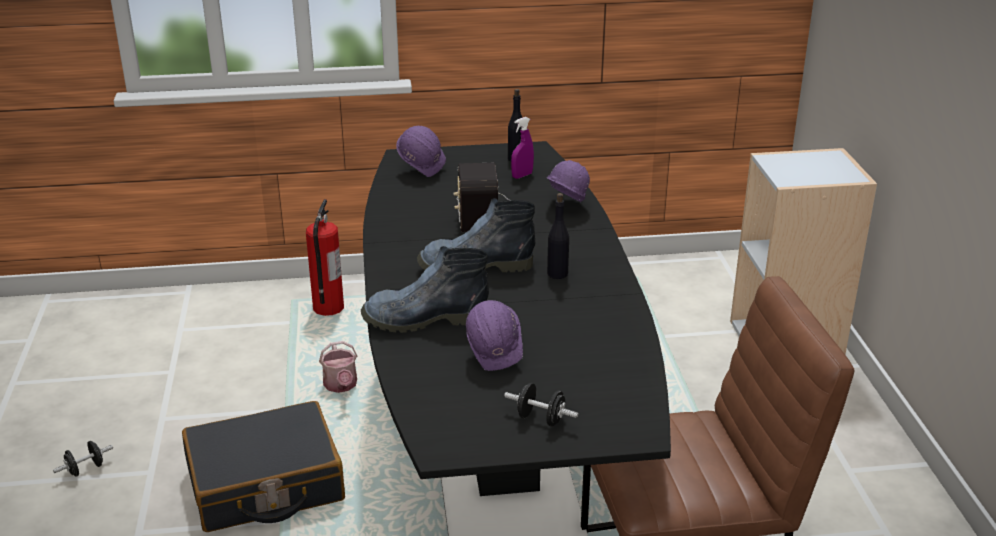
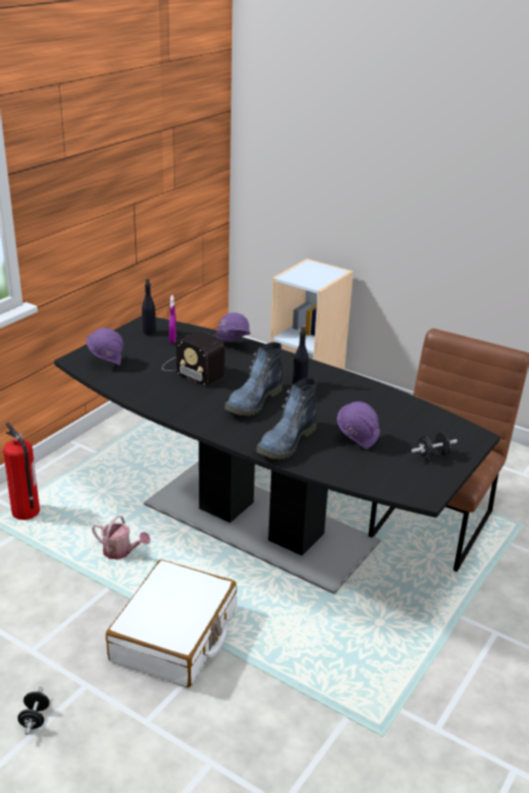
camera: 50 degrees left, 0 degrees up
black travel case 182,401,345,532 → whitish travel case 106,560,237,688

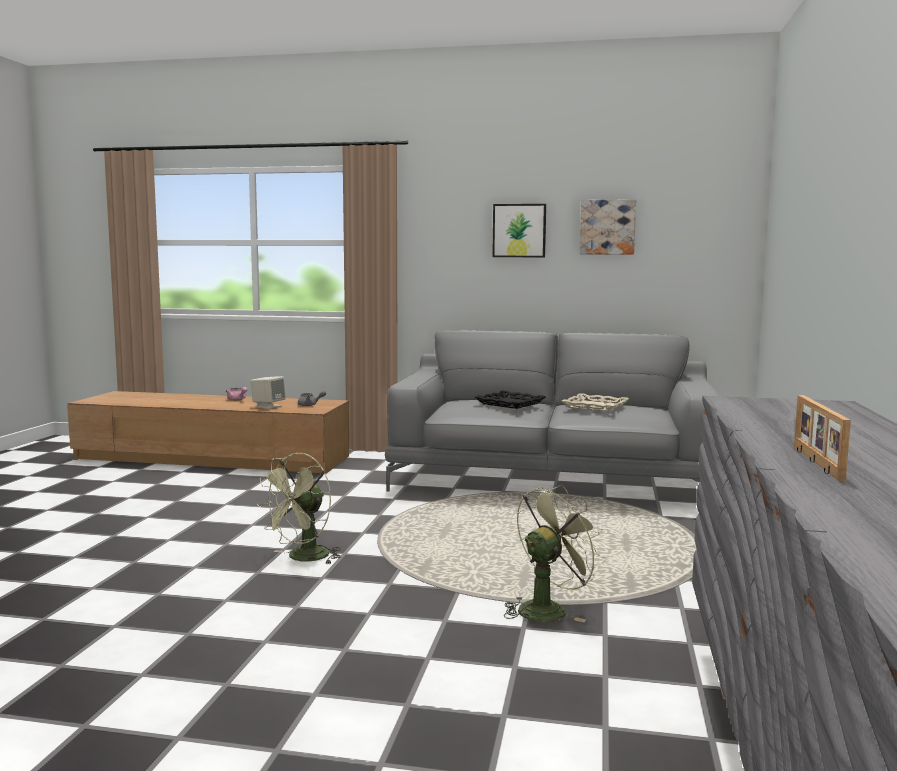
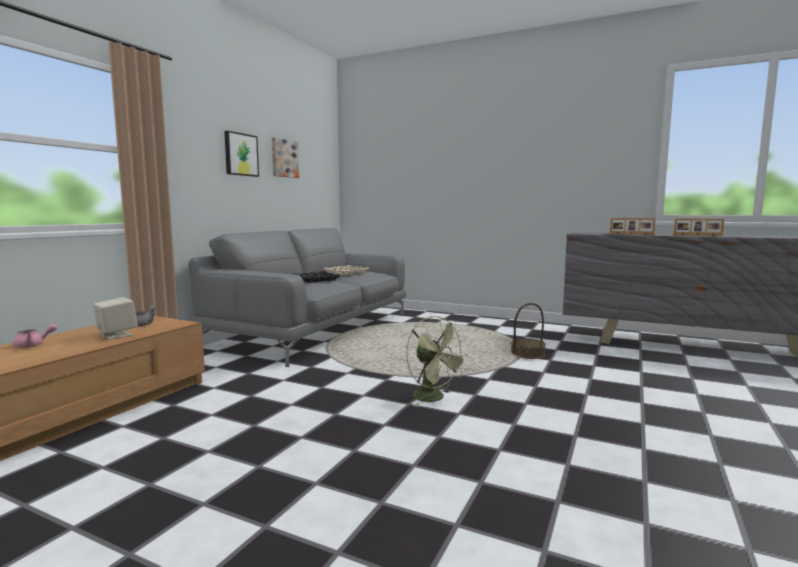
camera: 75 degrees left, 0 degrees up
green cooling fan 504,485,606,622 → storage basket 511,303,546,359
- → picture frame 610,218,655,235

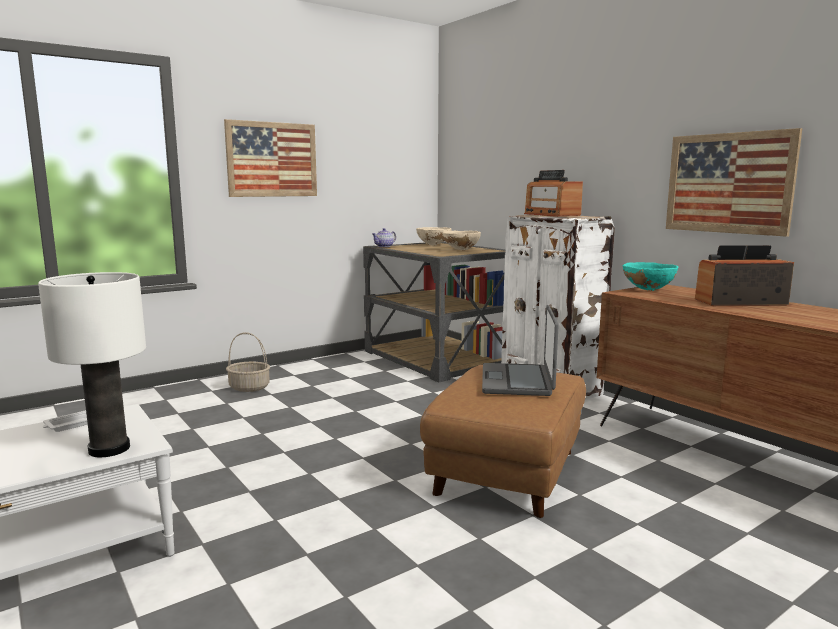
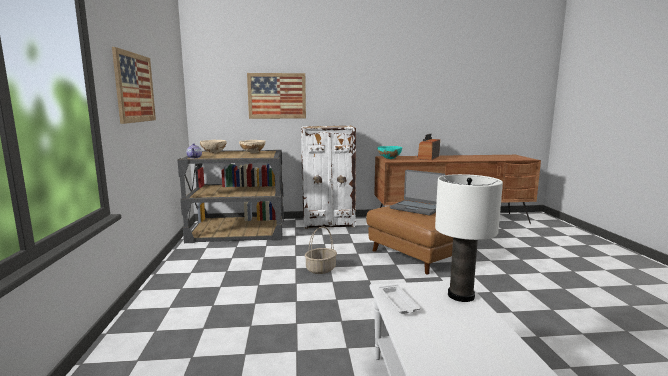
camera: 60 degrees left, 0 degrees up
wall art 666,128,802,237 → wall art 247,73,306,119, shifted
storage basket 226,332,270,392 → storage basket 305,227,337,274, shifted
radio 524,170,583,217 → -

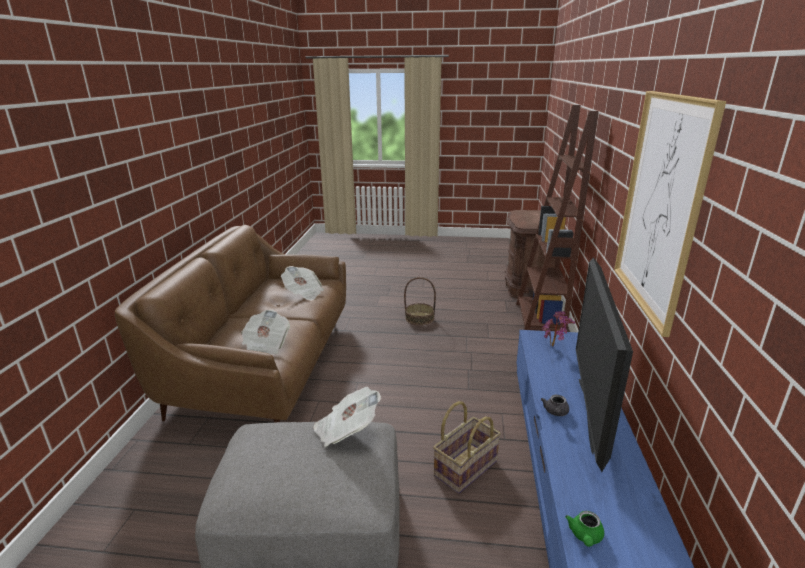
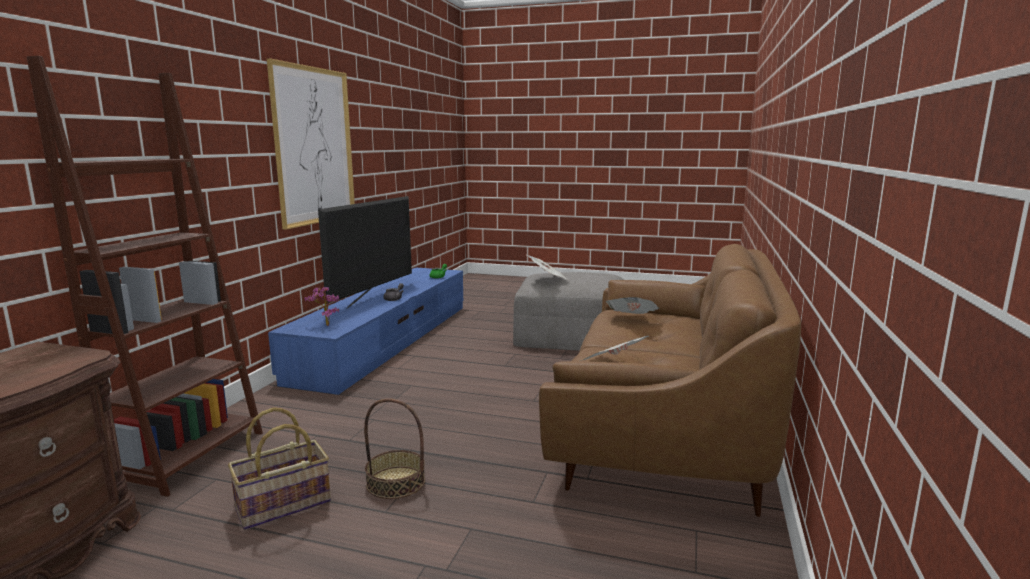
camera: 170 degrees left, 10 degrees down
storage basket 433,401,501,494 → storage basket 228,407,331,530, shifted

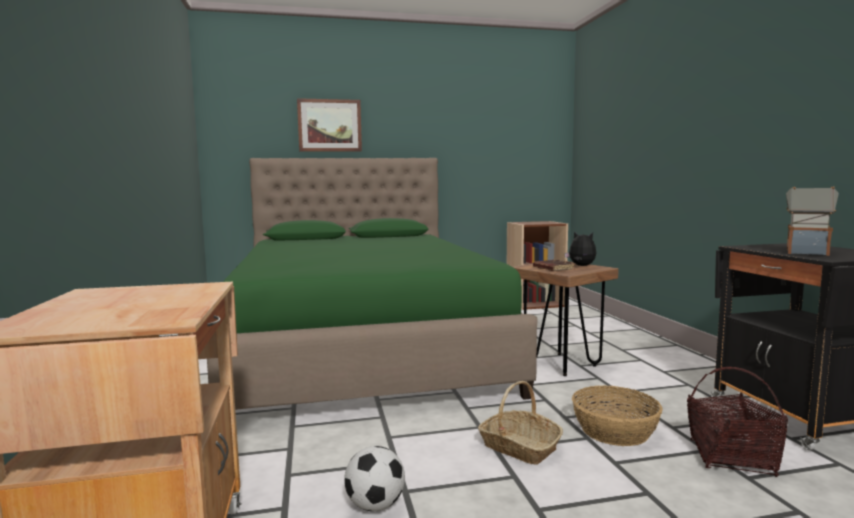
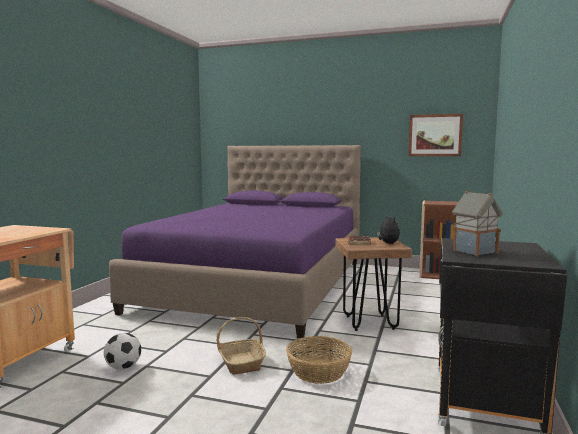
camera: 30 degrees right, 0 degrees up
green sleeping bed 207,158,538,410 → purple-coloured sleeping bed 109,145,361,339
wall art 297,98,362,152 → wall art 408,114,463,156, shifted
storage basket 687,367,788,477 → -

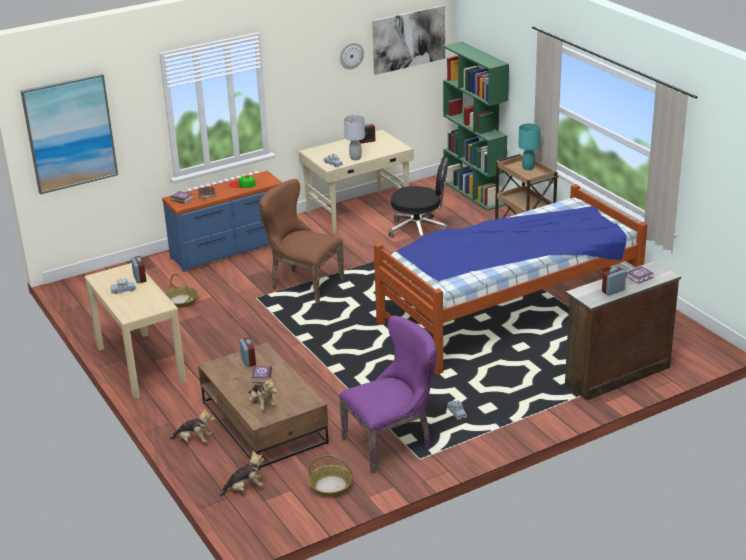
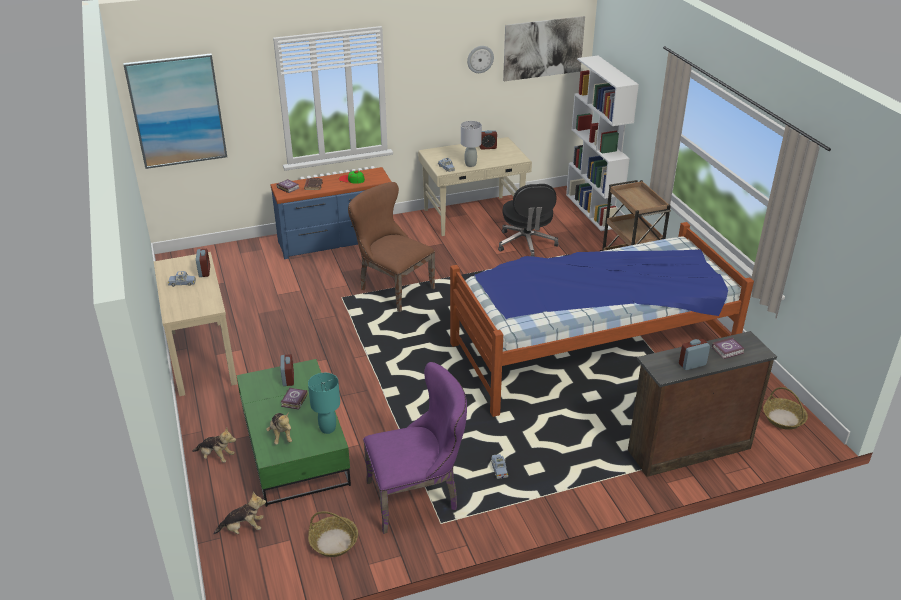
camera: 10 degrees right, 5 degrees up
brown-coloured coffee table 198,343,329,470 → green coffee table 236,359,351,507
turquoise-coloured lamp for a table 518,123,540,170 → turquoise-coloured lamp for a table 308,373,340,434, shifted
black office chair 389,156,450,238 → black office chair 498,184,558,257, 60 degrees clockwise
green bookshelf 443,42,509,211 → whitish bookshelf 566,56,639,231
storage basket 165,274,199,308 → storage basket 763,387,808,430, shifted

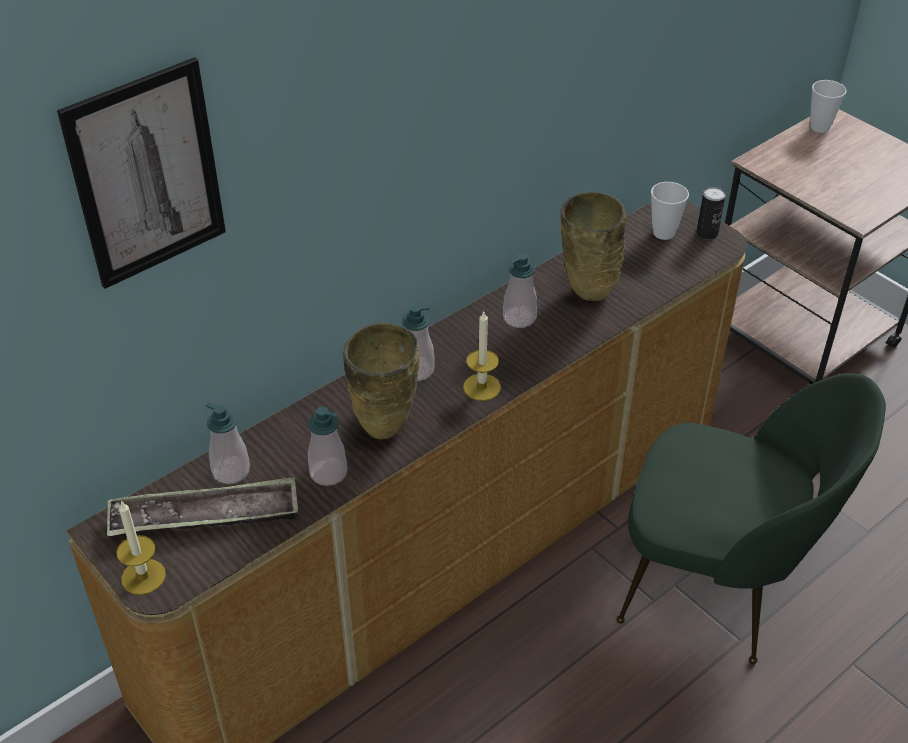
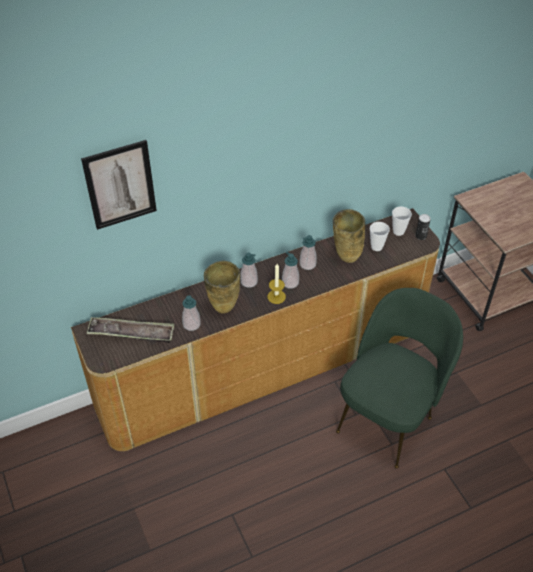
camera: 15 degrees right, 5 degrees up
liquid soap bottle 206,402,250,484 → liquid soap bottle 282,252,299,289, shifted
green plain chair 617,373,886,664 → green plain chair 336,288,463,469, 90 degrees counterclockwise
cup 810,80,847,133 → cup 370,222,390,251, shifted
wax candle 117,500,166,595 → -

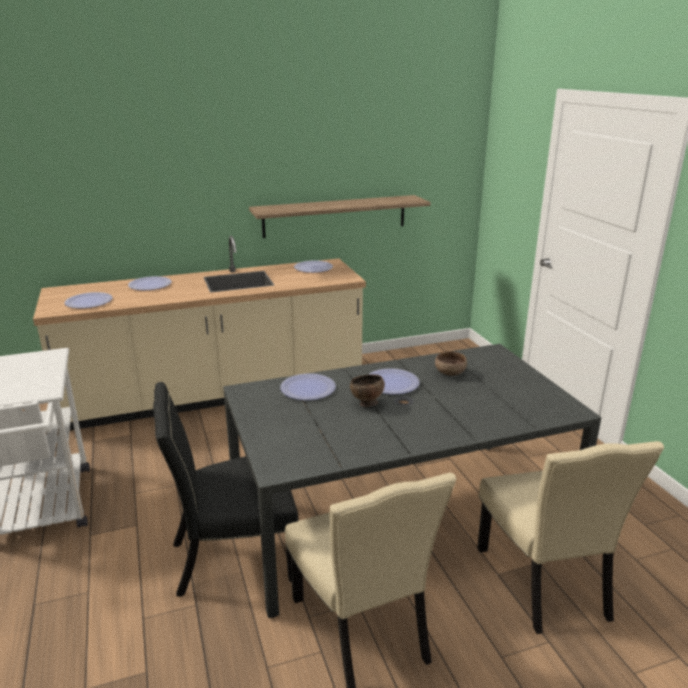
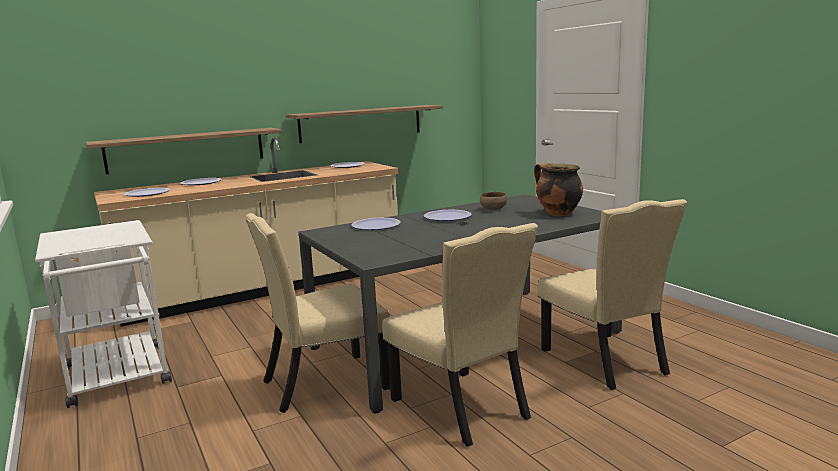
camera: 10 degrees left, 10 degrees down
- → bracket shelf 86,128,282,174
black plain chair 153,382,298,597 → beige-coloured plain chair 246,213,390,413
- → cooking pot 534,163,583,216
brown-coloured serving bowl 350,374,385,407 → -

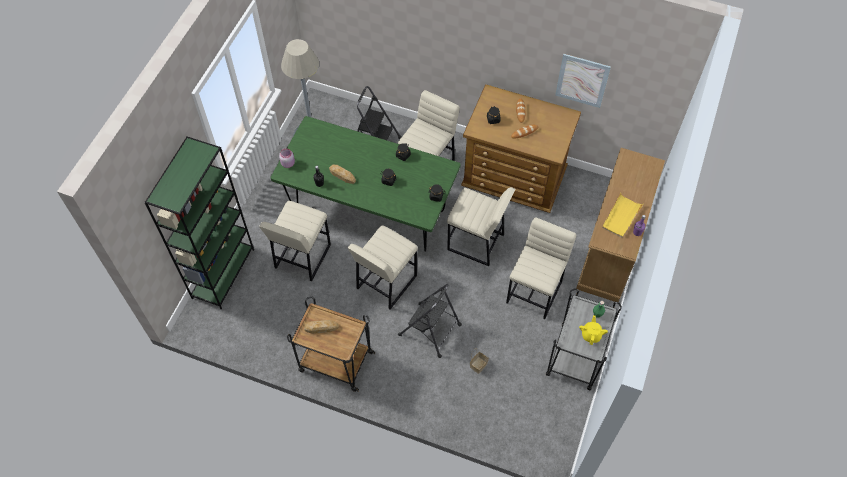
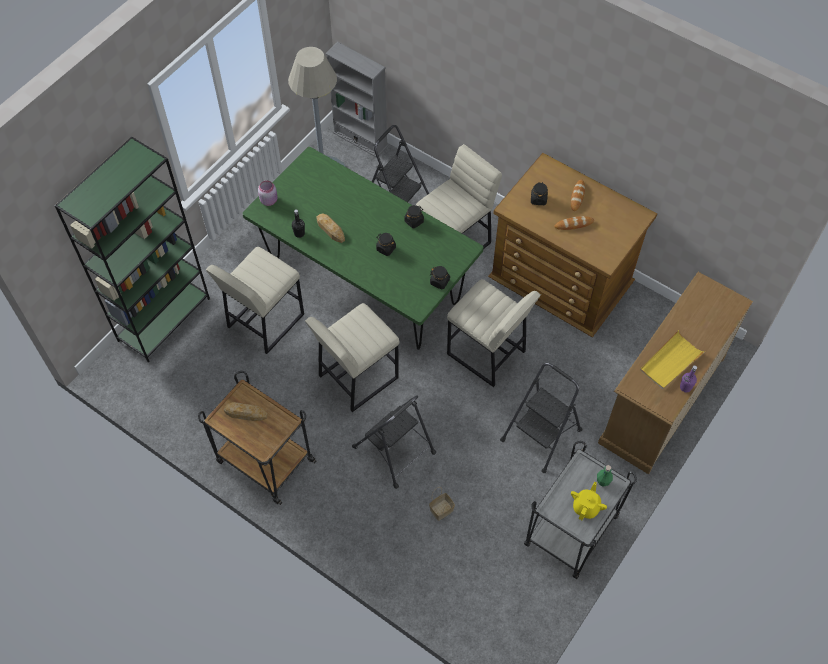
camera: 15 degrees right, 0 degrees up
- → gray bookshelf 325,42,388,158
beige-coloured plain chair 506,217,576,319 → black step stool 500,363,583,473
wall art 555,54,611,108 → -

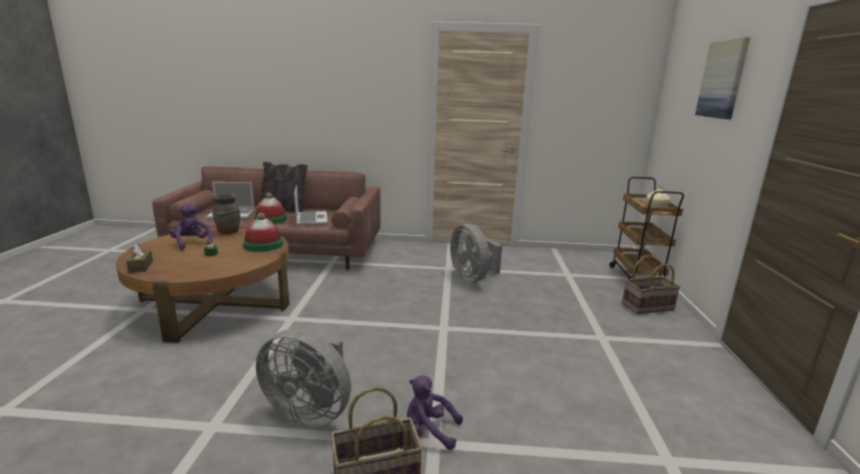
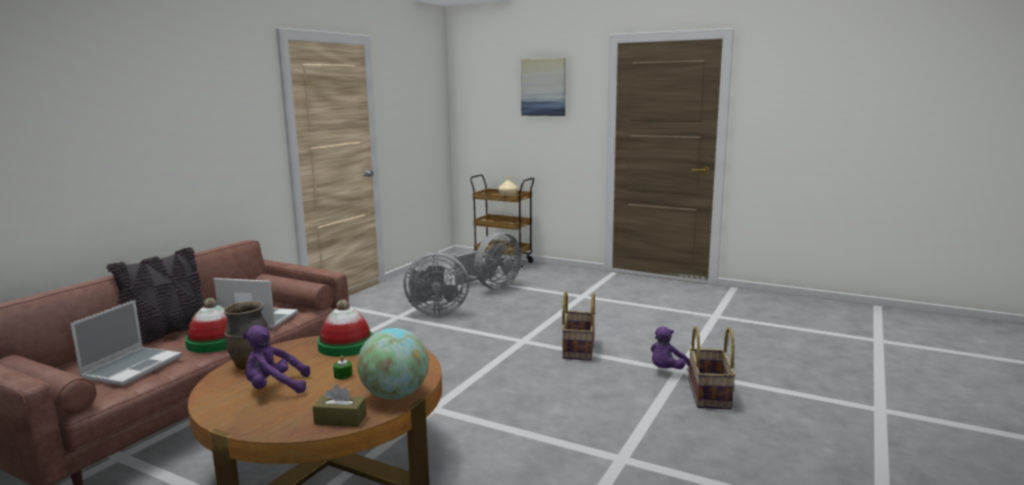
camera: 65 degrees left, 5 degrees down
- → world globe 357,328,429,400
gray cooling fan 256,329,351,427 → gray cooling fan 454,232,522,289, shifted
storage basket 622,255,681,314 → storage basket 562,291,596,361, shifted

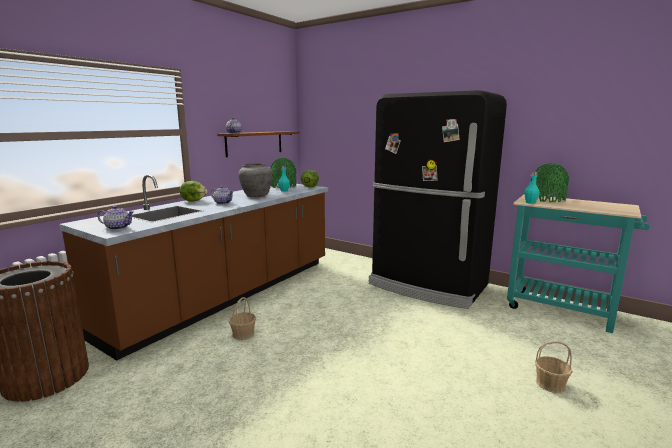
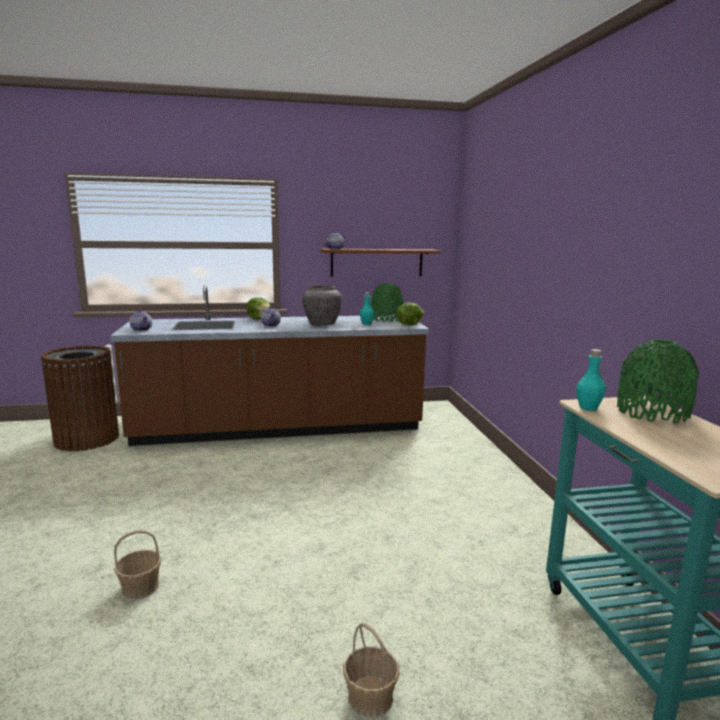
camera: 45 degrees right, 0 degrees up
storage basket 229,297,256,340 → storage basket 114,530,161,599, shifted
black kitchen fridge 369,90,507,309 → -

